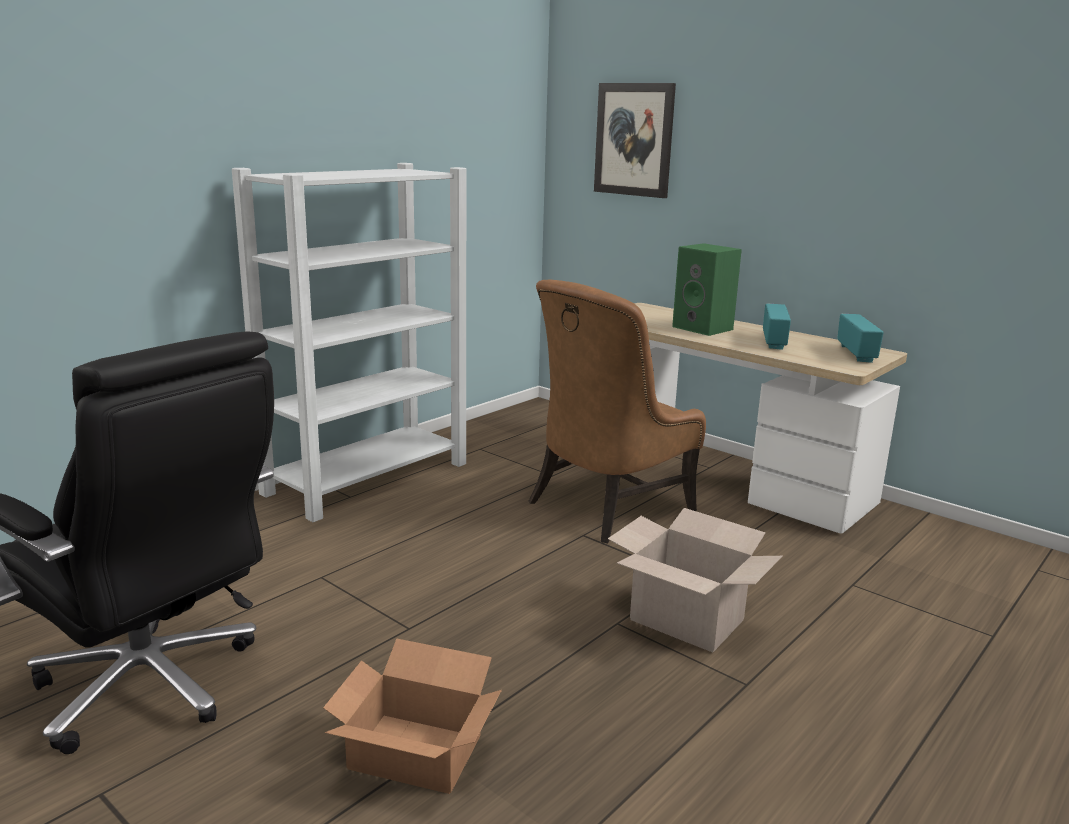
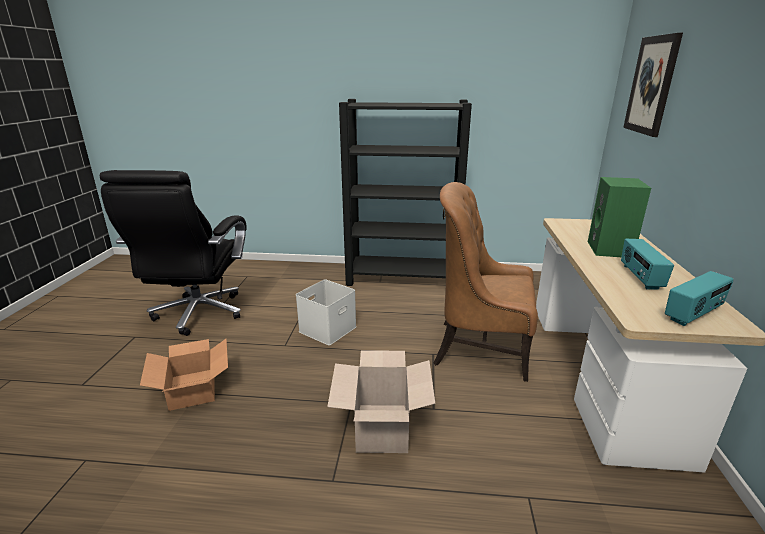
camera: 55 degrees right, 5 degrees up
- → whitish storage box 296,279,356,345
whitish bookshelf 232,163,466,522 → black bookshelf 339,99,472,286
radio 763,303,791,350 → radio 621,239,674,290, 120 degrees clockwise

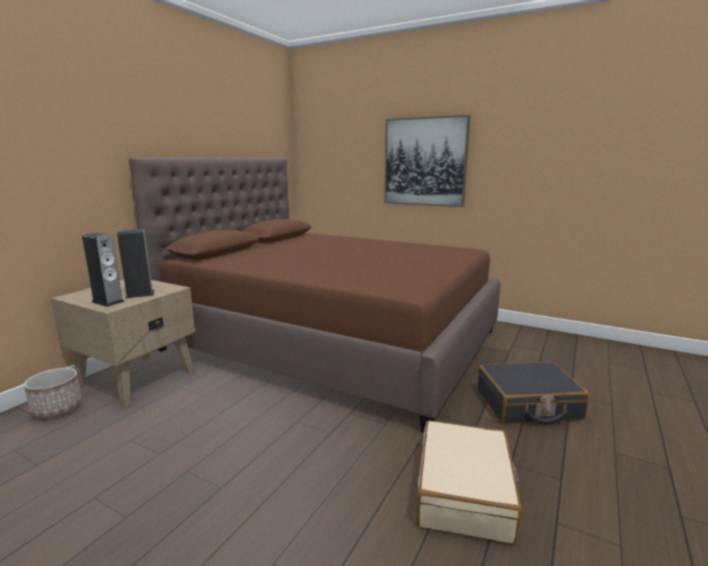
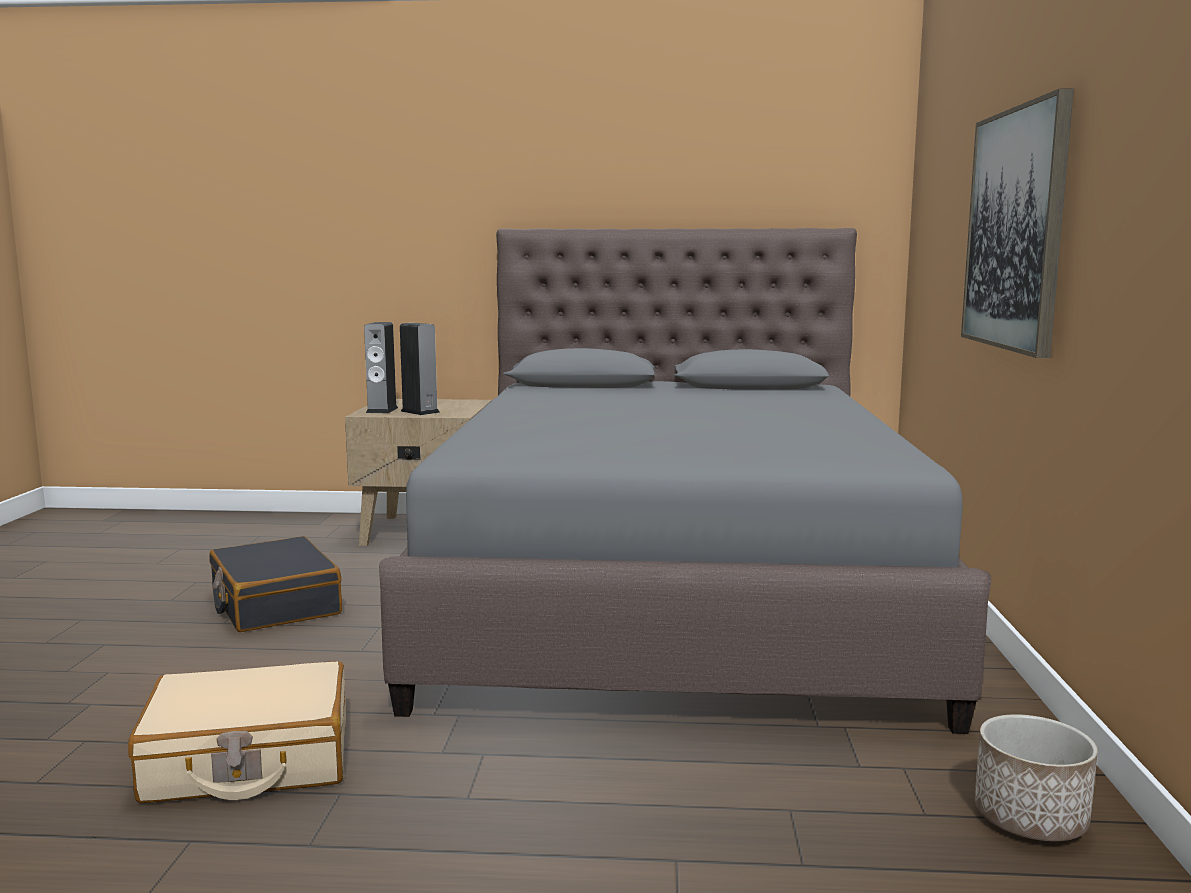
camera: 65 degrees right, 5 degrees down
black travel case 478,362,589,425 → black travel case 209,536,342,632, shifted
brown-coloured sleeping bed 129,157,500,433 → gray sleeping bed 379,228,991,734
flower pot 24,368,82,419 → flower pot 975,714,1098,842, shifted

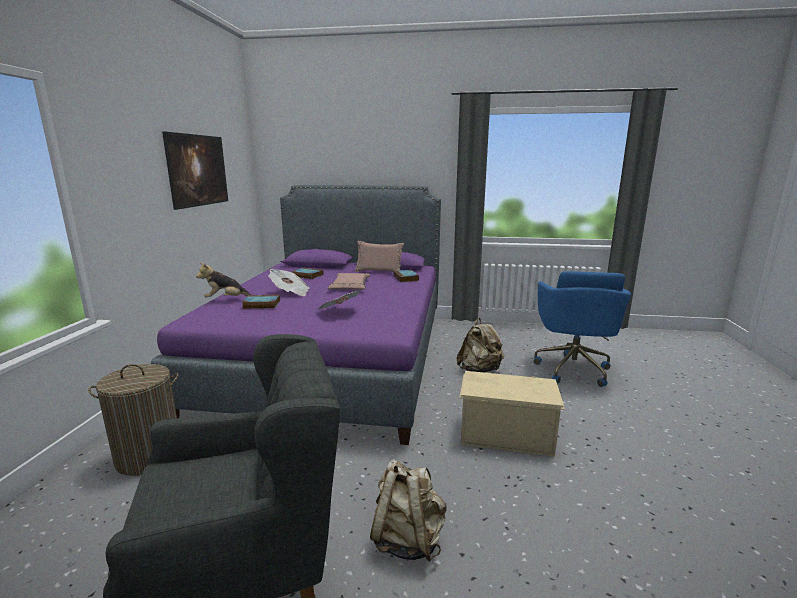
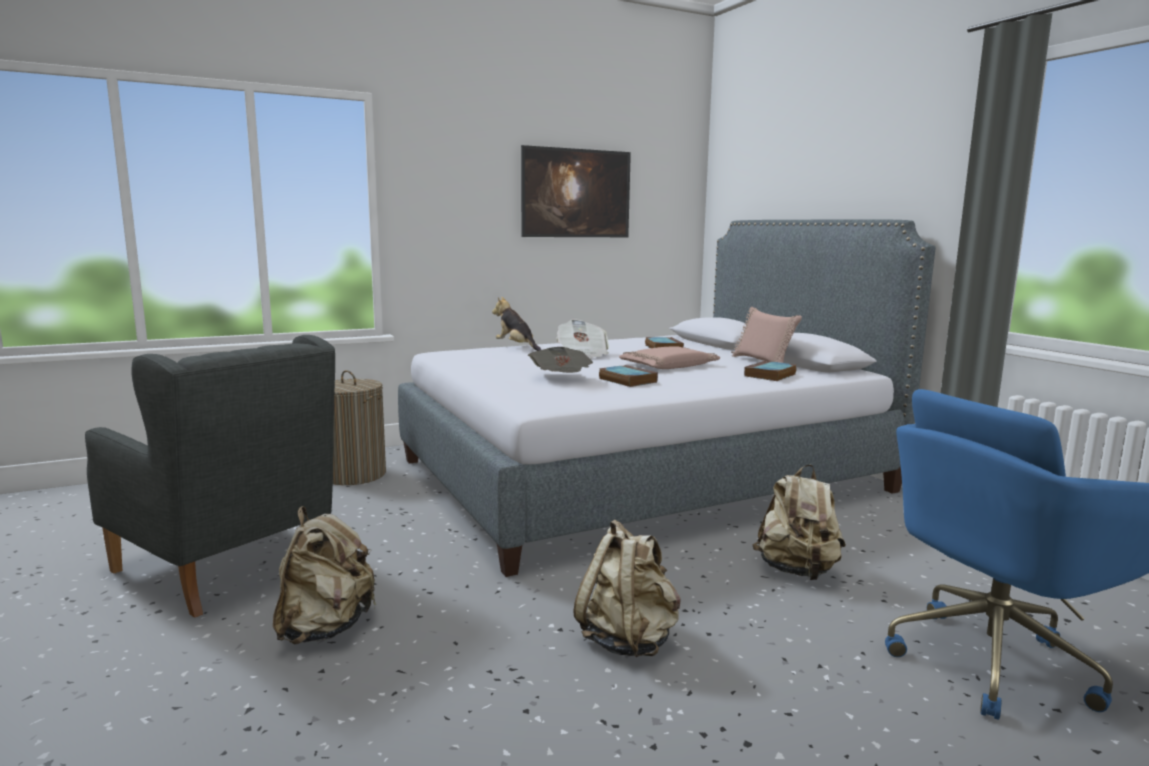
camera: 55 degrees right, 5 degrees down
purple-coloured sleeping bed 151,185,441,445 → gray sleeping bed 398,219,935,577
beige-coloured storage box 459,371,565,457 → beige-coloured rucksack 574,519,680,657
bound book 242,295,280,309 → bound book 599,365,658,387, shifted

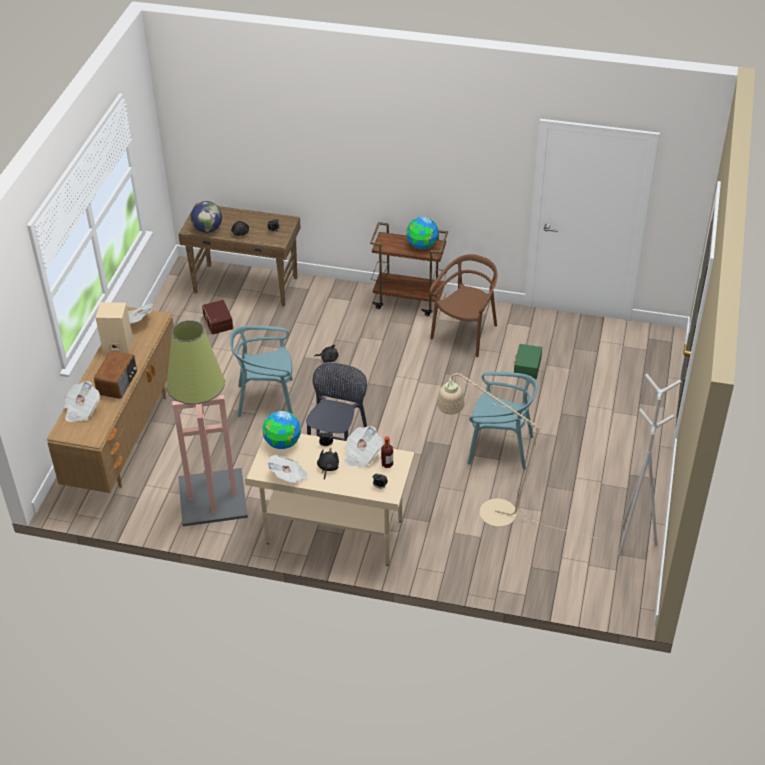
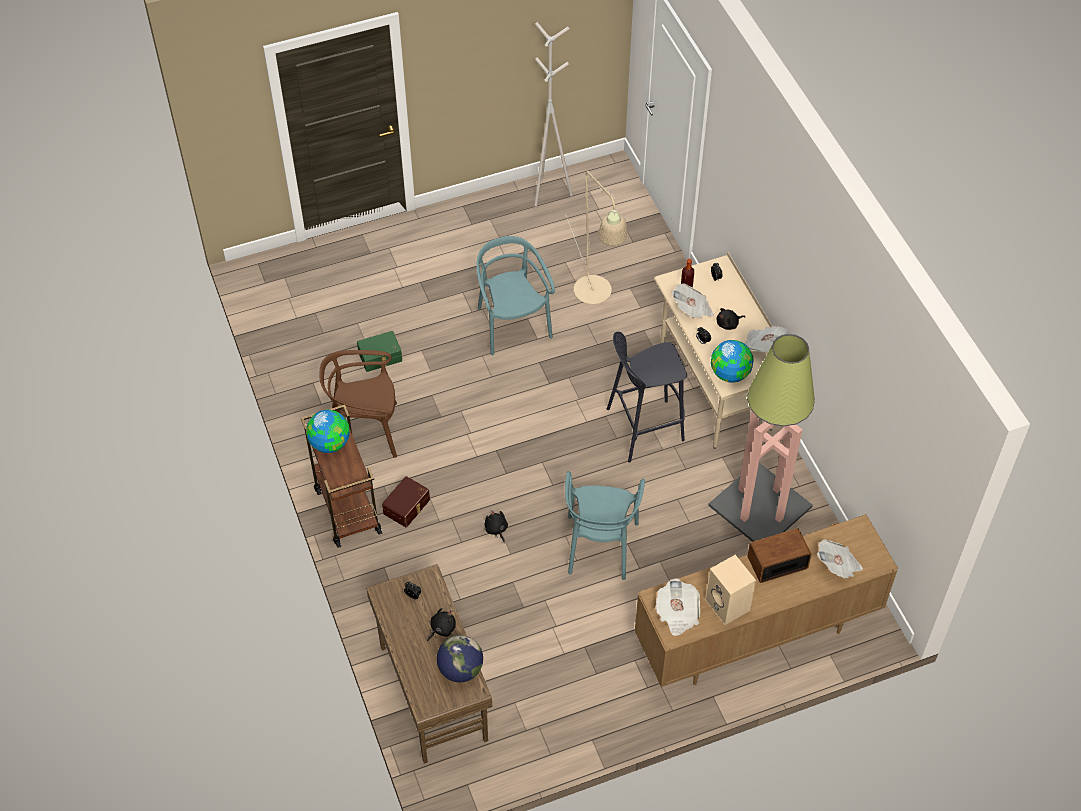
camera: 125 degrees left, 10 degrees up
brown-coloured storage box 202,300,233,335 → brown-coloured storage box 382,476,430,528, shifted
turquoise-coloured plain chair 230,325,293,417 → turquoise-coloured plain chair 565,471,645,580, 45 degrees clockwise

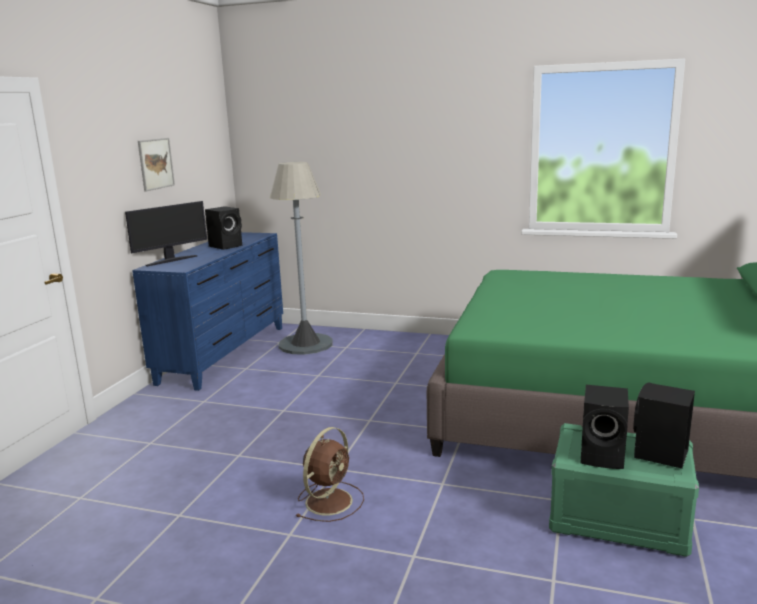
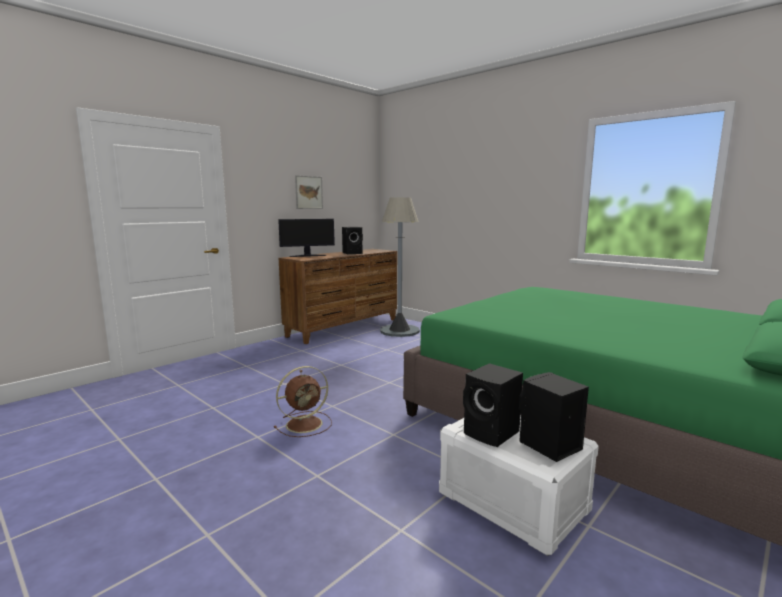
camera: 25 degrees right, 5 degrees down
bluish dresser 132,232,283,391 → brown-coloured dresser 279,249,397,344
green storage box 549,423,699,557 → whitish storage box 439,415,599,556

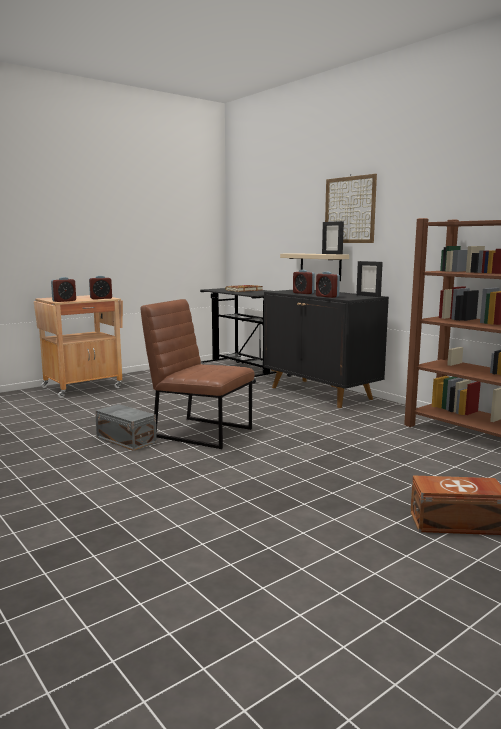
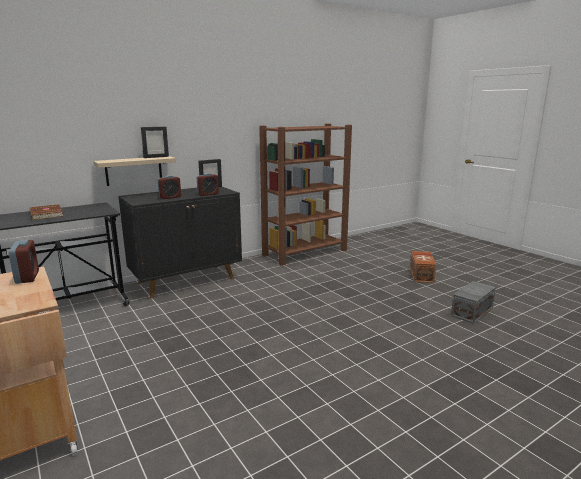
camera: 85 degrees left, 5 degrees up
gray storage box 95,404,157,451 → gray storage box 451,281,496,324, shifted
table clock 51,277,76,302 → -
brown-coloured plain chair 141,299,254,449 → -
wall art 325,174,377,243 → -

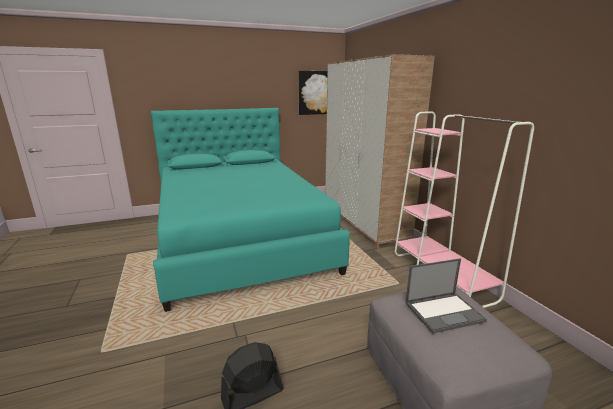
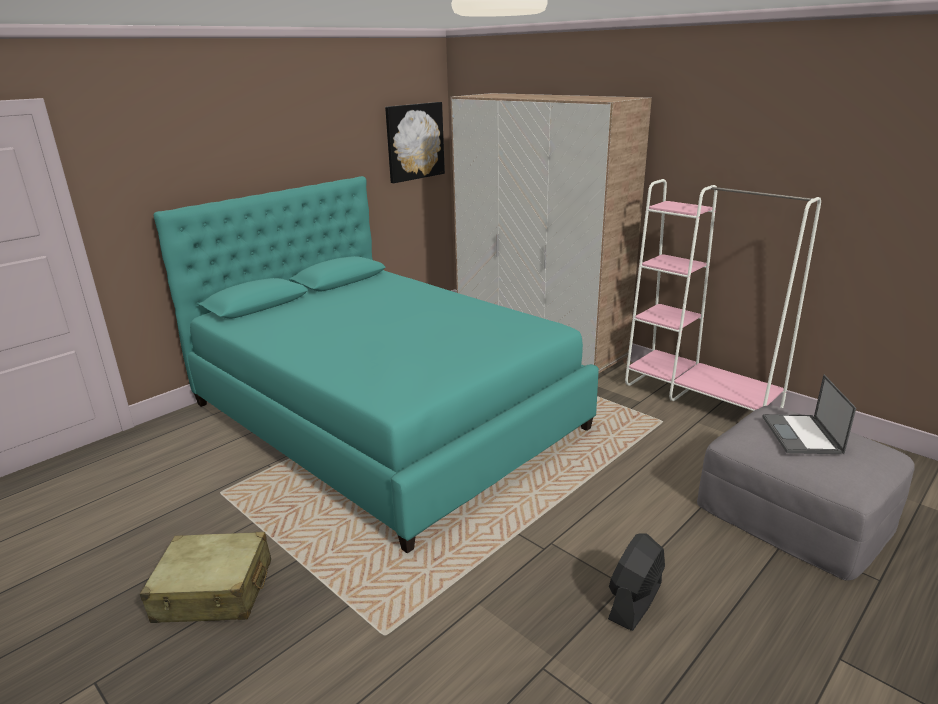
camera: 25 degrees left, 5 degrees up
- → beige-coloured travel case 140,532,271,623
portable computer 405,258,487,334 → portable computer 762,375,856,454, 135 degrees clockwise

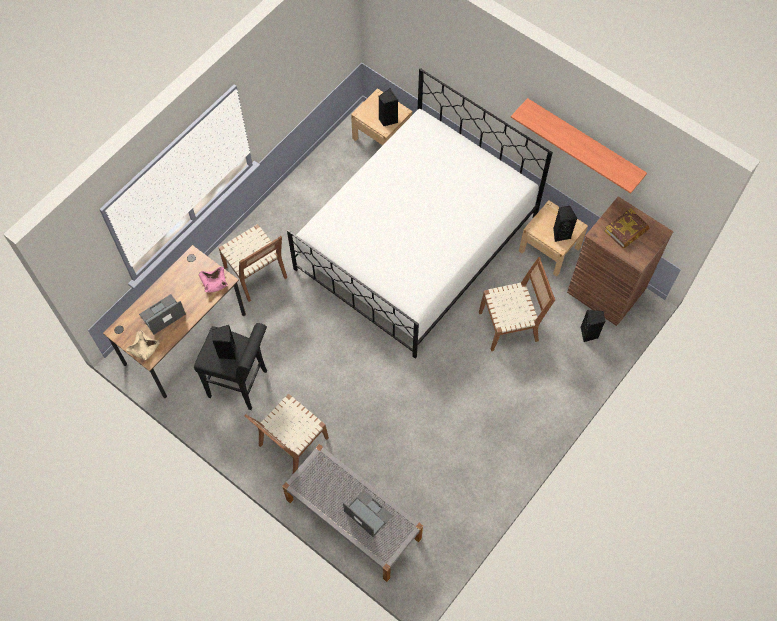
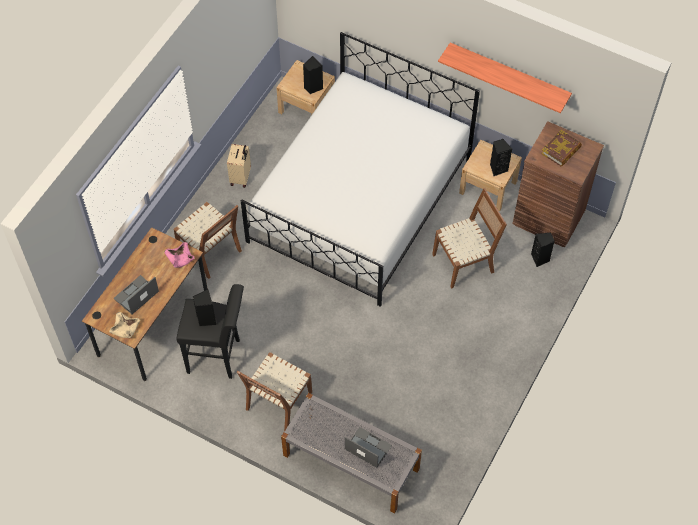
camera: 10 degrees left, 5 degrees down
- → beige-coloured travel case 227,144,251,188

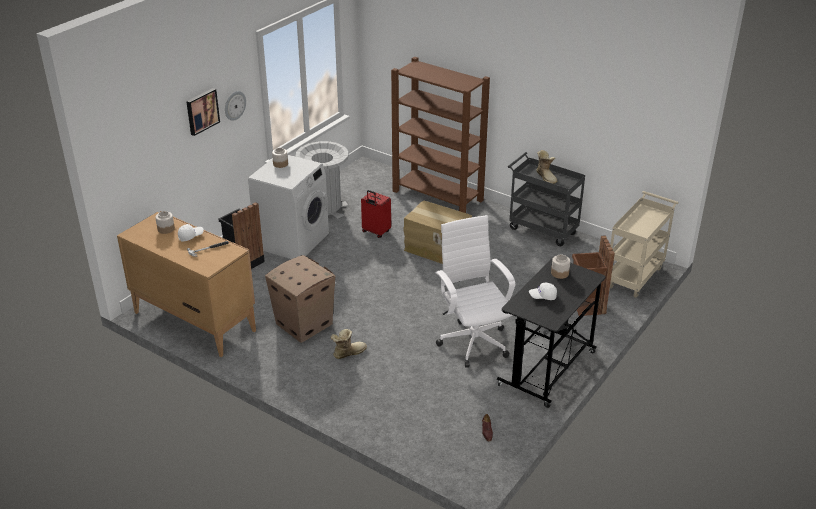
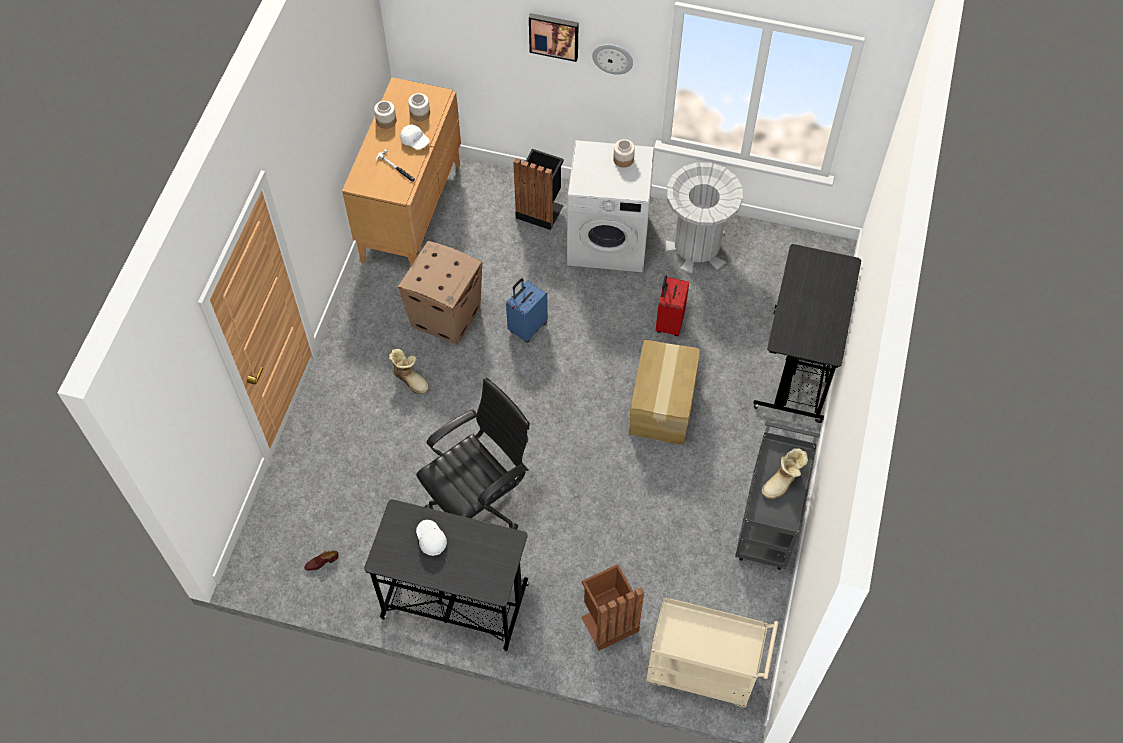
camera: 70 degrees right, 25 degrees up
storage jar 551,255,570,279 → storage jar 374,101,397,129, shifted
whitish office chair 435,215,515,368 → black office chair 416,378,530,530
- → bluish travel case 506,278,548,342
brown-coloured bookshelf 391,57,490,213 → black desk unit 753,244,861,423

